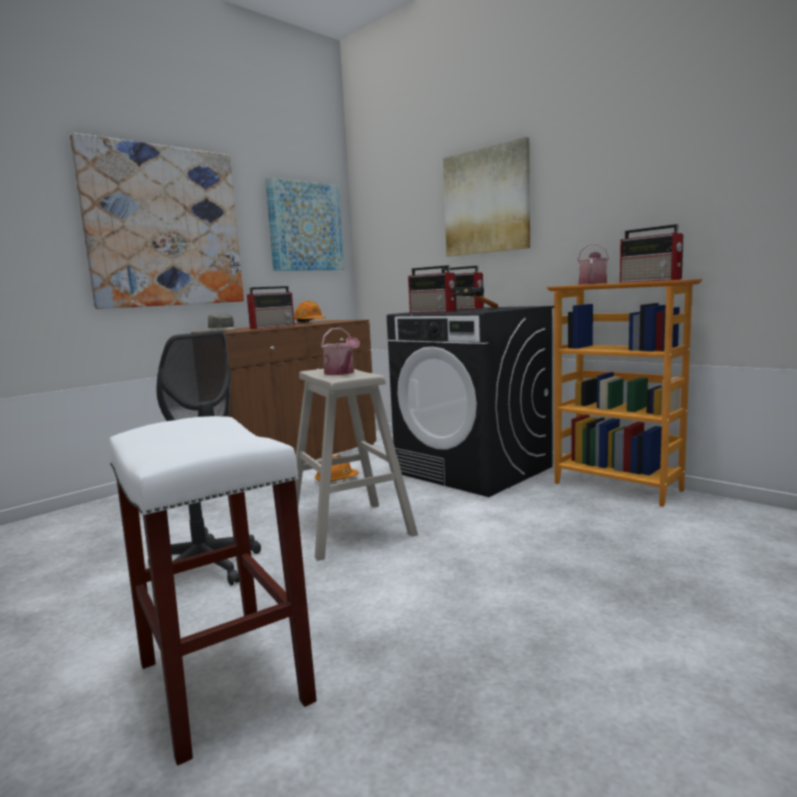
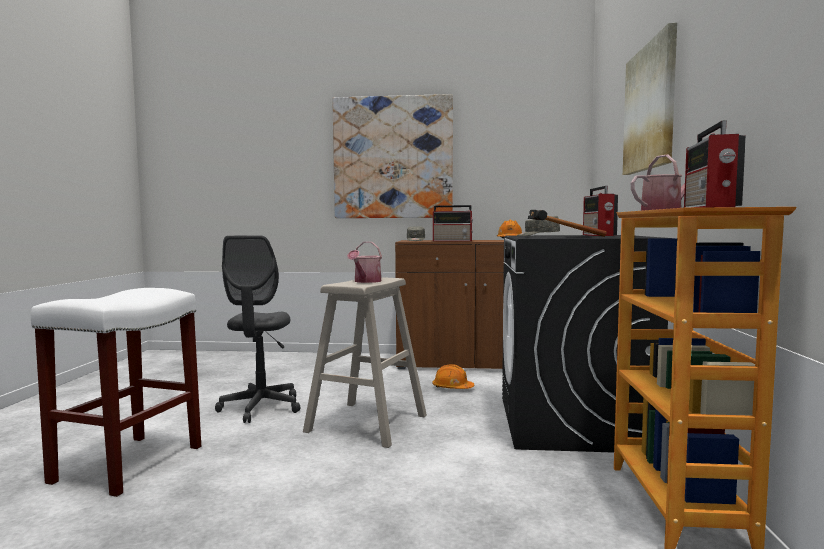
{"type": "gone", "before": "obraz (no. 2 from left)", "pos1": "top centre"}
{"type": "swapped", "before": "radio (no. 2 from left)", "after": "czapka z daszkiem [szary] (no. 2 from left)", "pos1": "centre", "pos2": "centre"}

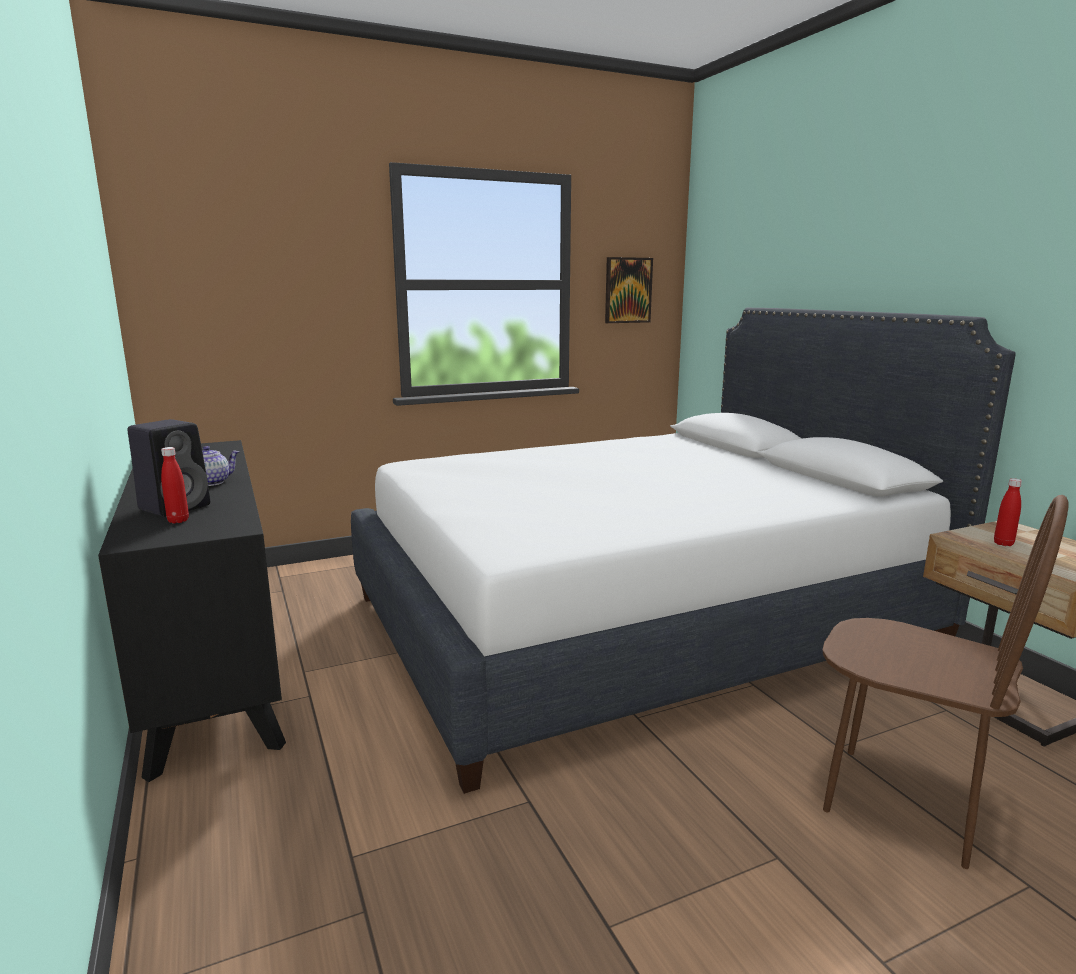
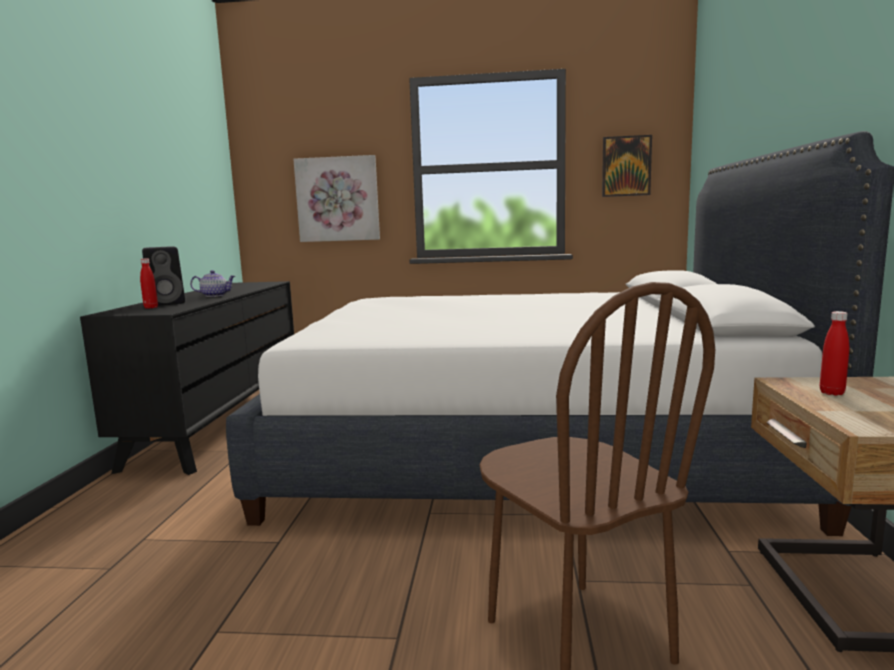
{"type": "new", "after": "obraz (no. 1 from left)", "pos2": "top centre"}

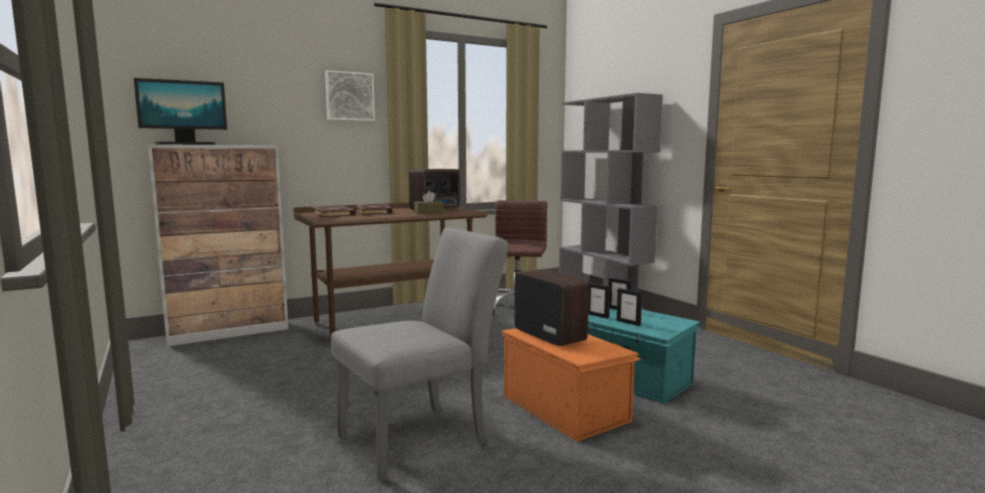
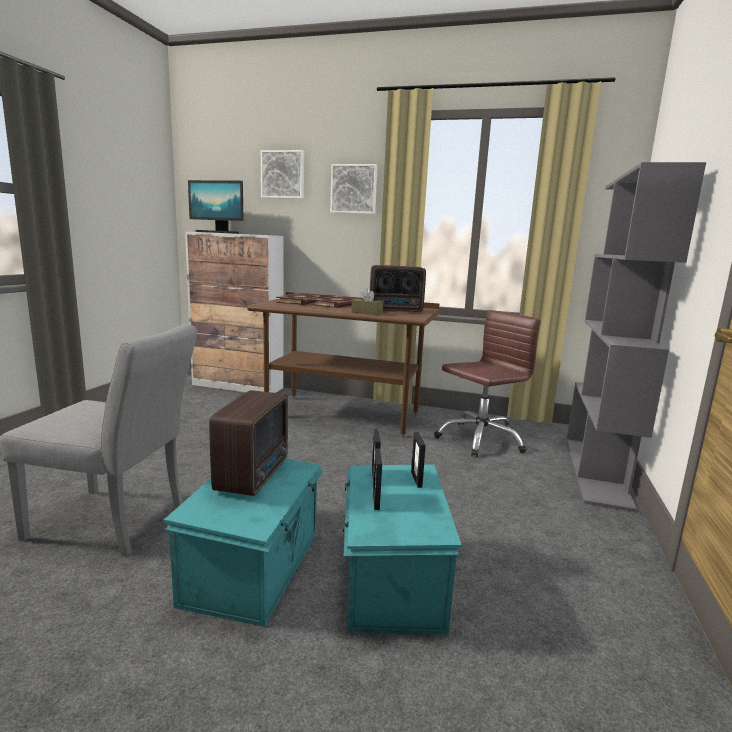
{"type": "repainted", "before": "pojemnik do przechowywania [pomarańczowy]", "after": "pojemnik do przechowywania [turkusowy] (no. 1 from left)", "pos1": "bottom centre", "pos2": "bottom centre"}
{"type": "new", "after": "obraz (no. 1 from left)", "pos2": "top centre"}

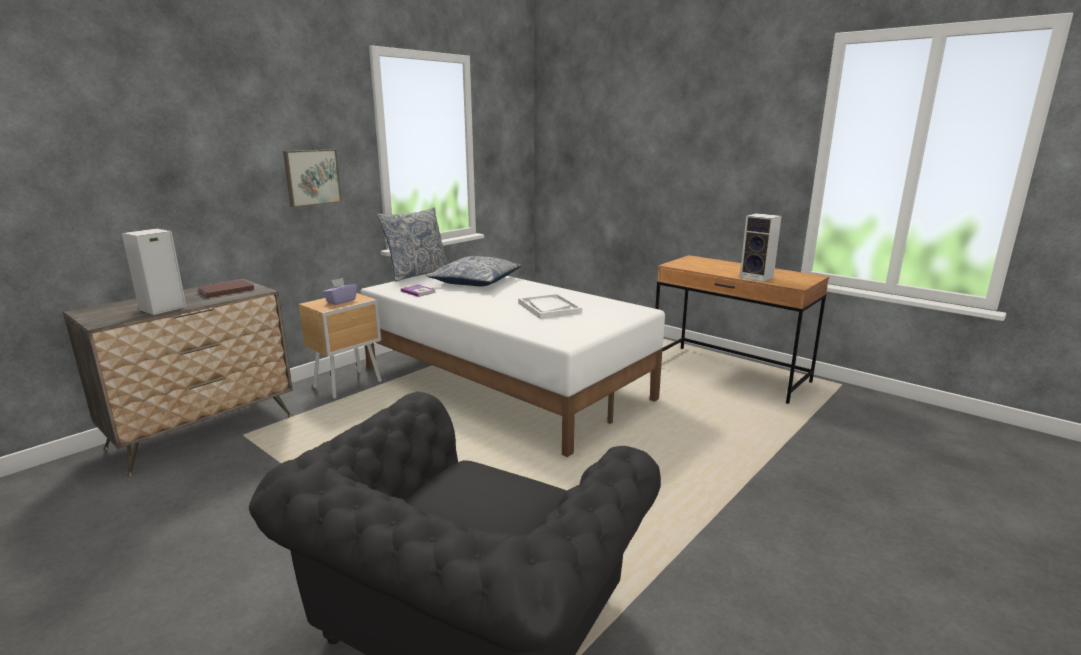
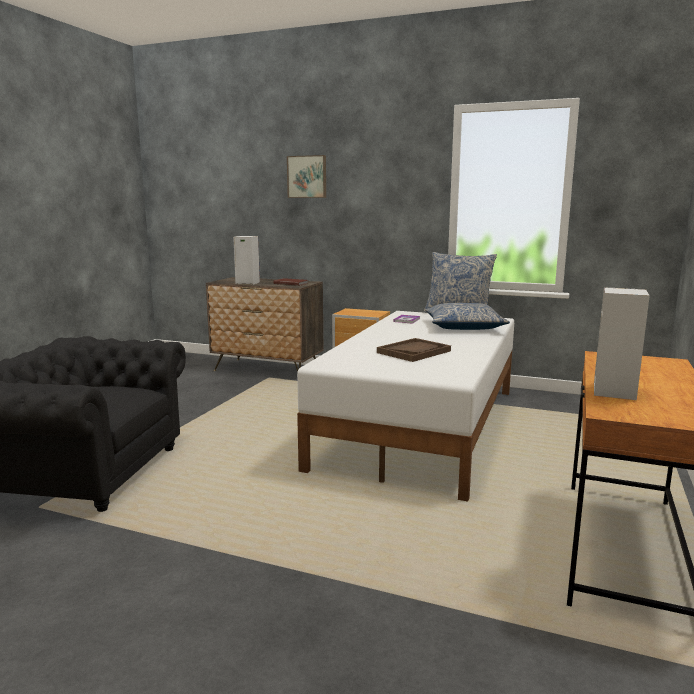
{"type": "shifted", "before": "obraz", "pos1": "top left", "pos2": "top centre"}
{"type": "gone", "before": "pudełko chusteczek [fioletowy]", "pos1": "middle left"}
{"type": "repainted", "before": "taca [biały]", "after": "taca [brązowy]", "pos1": "centre", "pos2": "centre"}

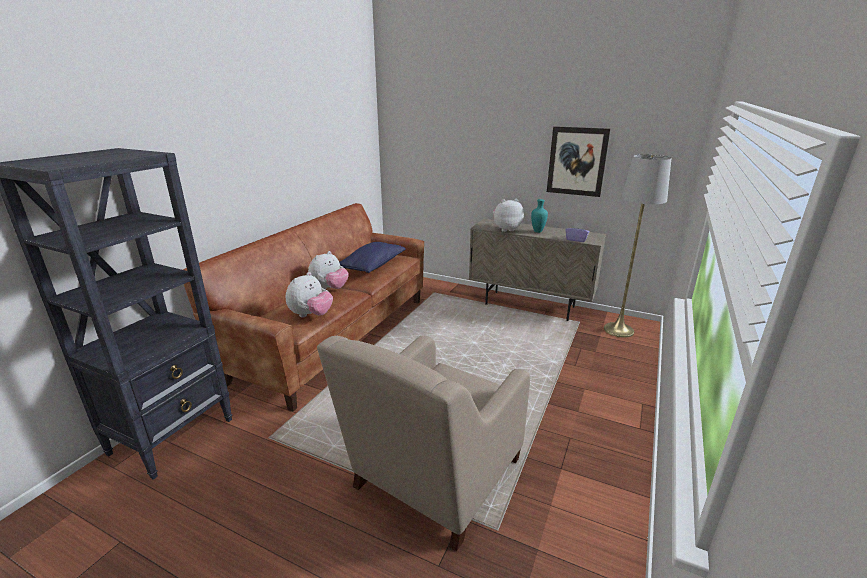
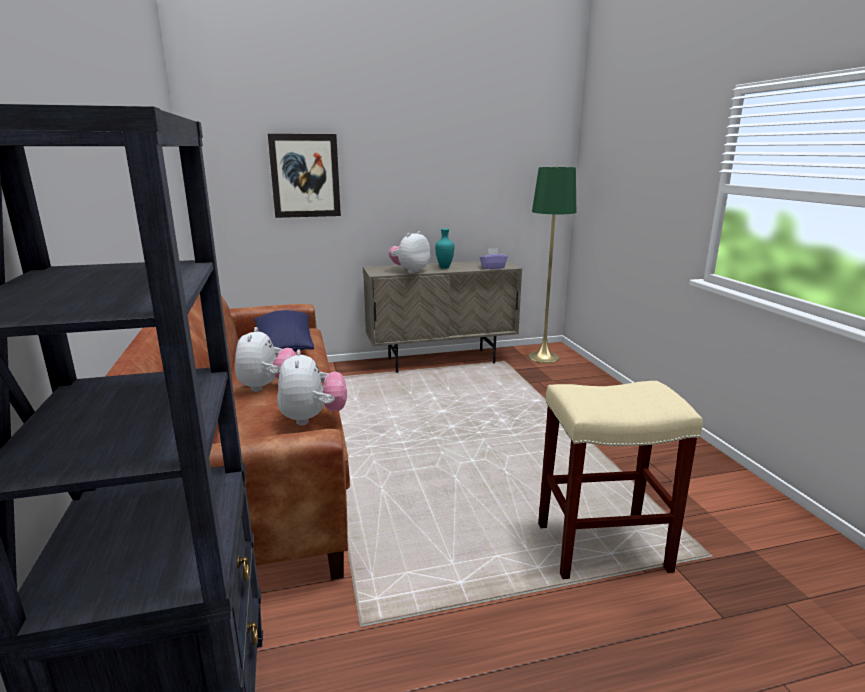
{"type": "shifted", "before": "obraz", "pos1": "top right", "pos2": "top centre"}
{"type": "repainted", "before": "lampa stojąca [szary]", "after": "lampa stojąca [zielony]", "pos1": "middle right", "pos2": "centre"}
{"type": "swapped", "before": "fotel [beżowy]", "after": "stołek [beżowy]", "pos1": "bottom centre", "pos2": "bottom right"}

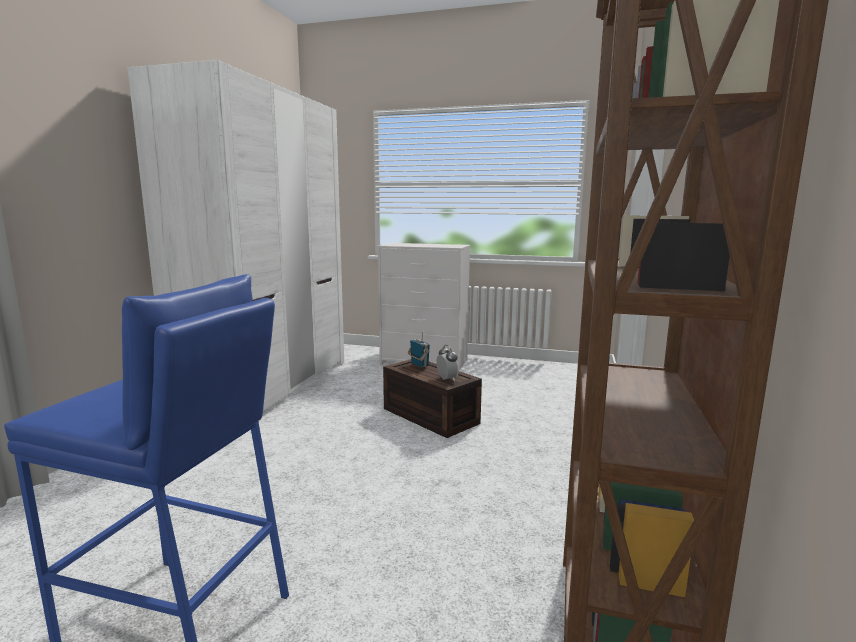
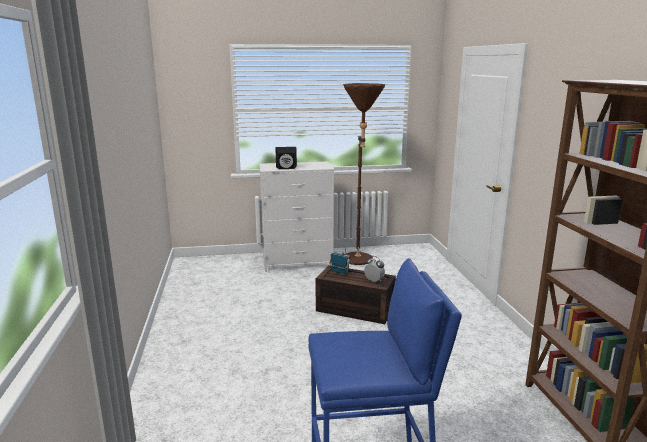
{"type": "gone", "before": "szafa [biały]", "pos1": "middle left"}
{"type": "new", "after": "lampa stojąca [brązowy]", "pos2": "centre"}
{"type": "new", "after": "głośnik [czarny]", "pos2": "centre"}

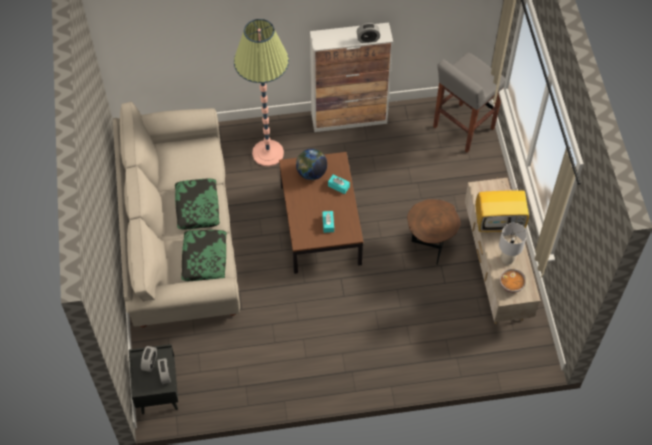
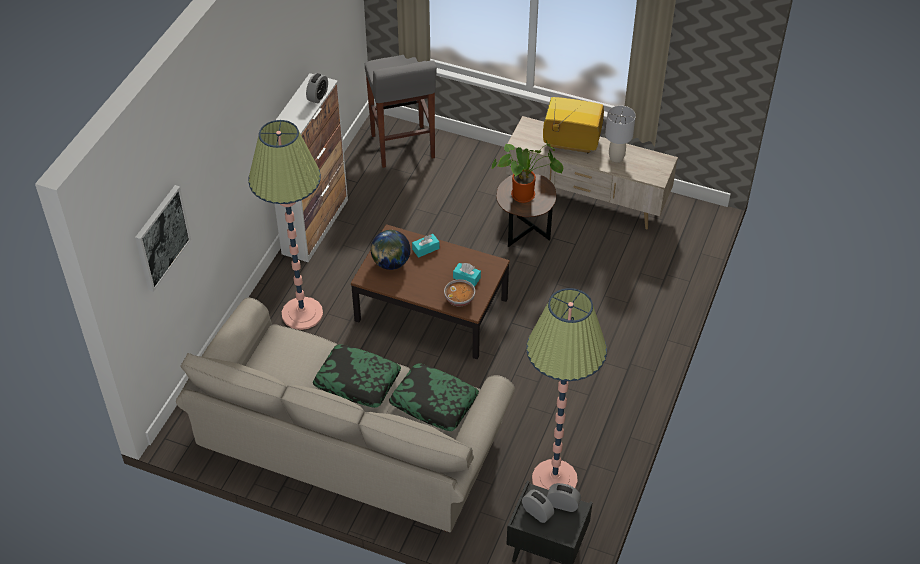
{"type": "rotated", "before": "telewizor", "pos1": "middle right", "pos2": "top centre", "turn": -105}
{"type": "shifted", "before": "miska", "pos1": "middle right", "pos2": "centre"}
{"type": "new", "after": "roślina doniczkowa", "pos2": "top centre"}
{"type": "new", "after": "obraz", "pos2": "middle left"}
{"type": "new", "after": "lampa stojąca (no. 2 from left)", "pos2": "bottom centre"}

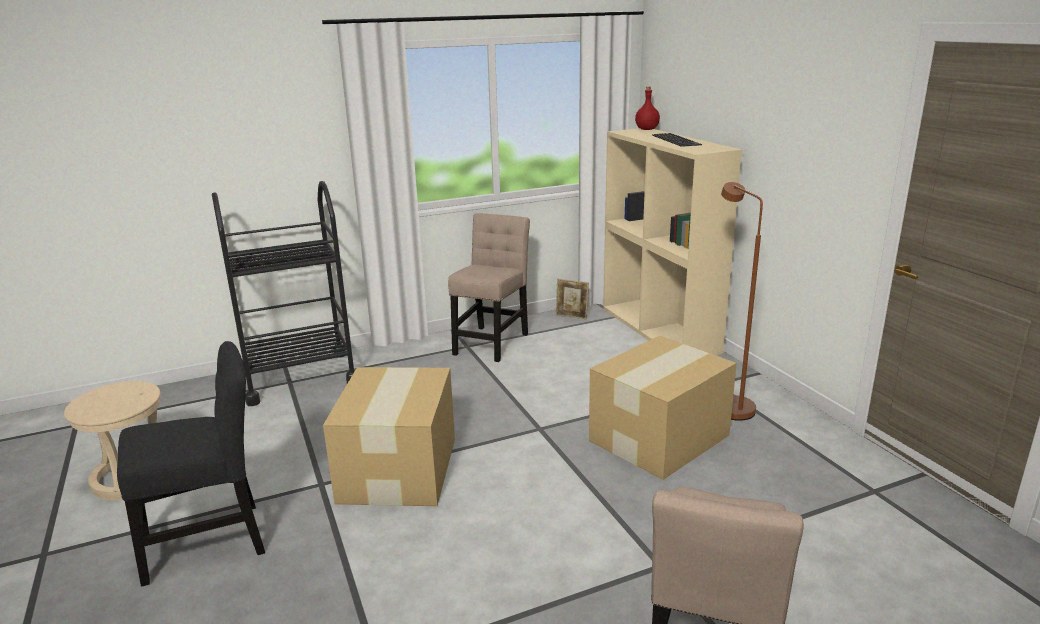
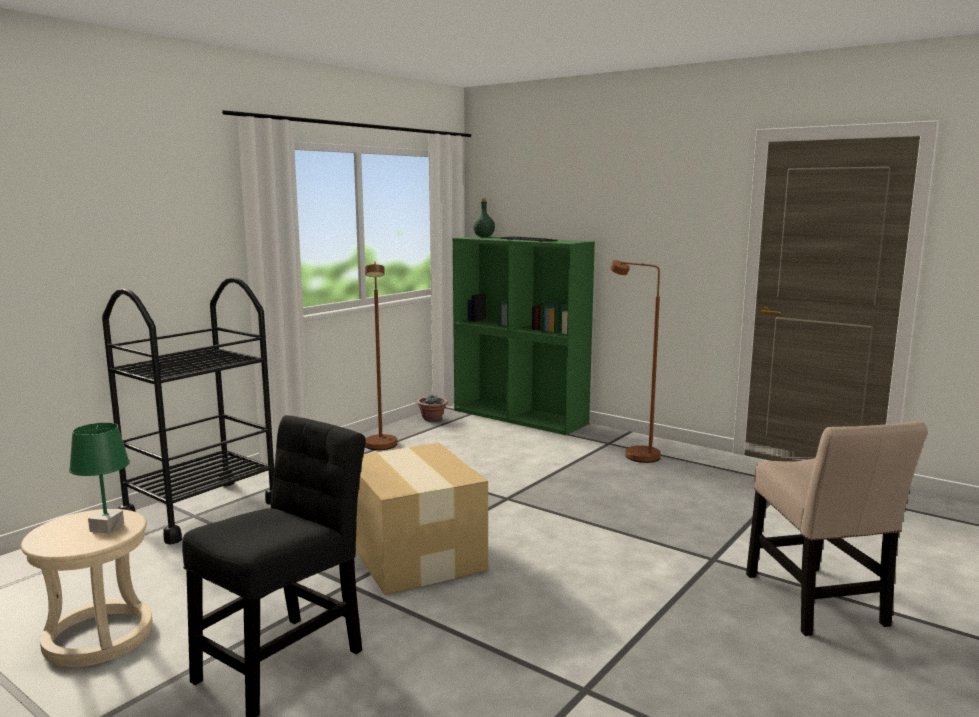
{"type": "repainted", "before": "butelka [czerwony]", "after": "butelka [zielony]", "pos1": "top centre", "pos2": "top centre"}
{"type": "repainted", "before": "regał [beżowy]", "after": "regał [zielony]", "pos1": "centre", "pos2": "centre"}
{"type": "swapped", "before": "krzesło [beżowy] (no. 1 from left)", "after": "lampa stojąca [brązowy] (no. 1 from left)", "pos1": "centre", "pos2": "centre"}
{"type": "swapped", "before": "ramka na zdjęcie", "after": "roślina doniczkowa", "pos1": "centre", "pos2": "centre"}
{"type": "gone", "before": "karton (no. 2 from left)", "pos1": "centre"}
{"type": "new", "after": "lampa stołowa [zielony]", "pos2": "bottom left"}

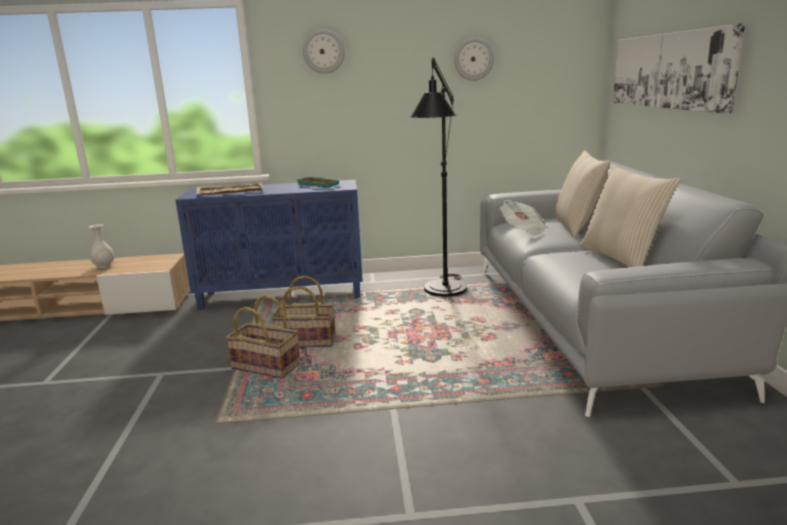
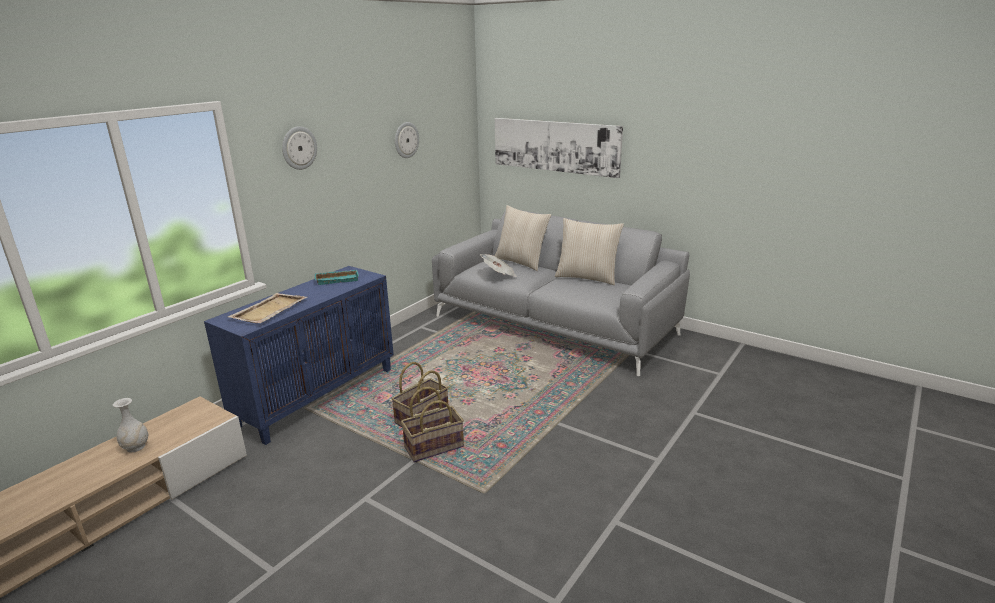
{"type": "gone", "before": "lampa stojąca [czarny]", "pos1": "centre"}

